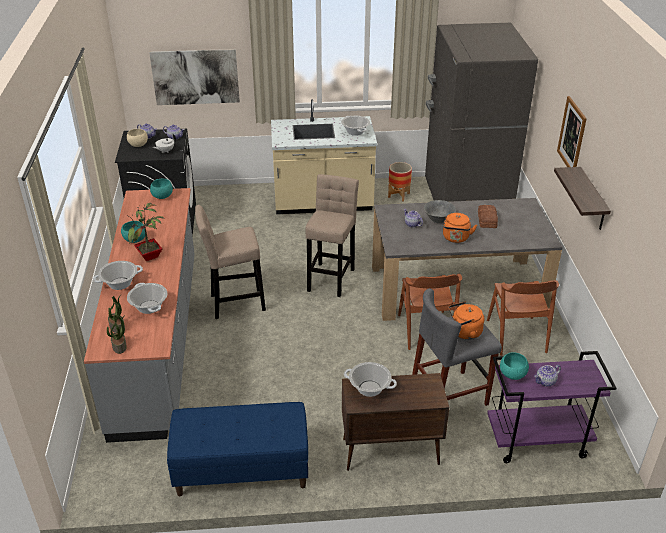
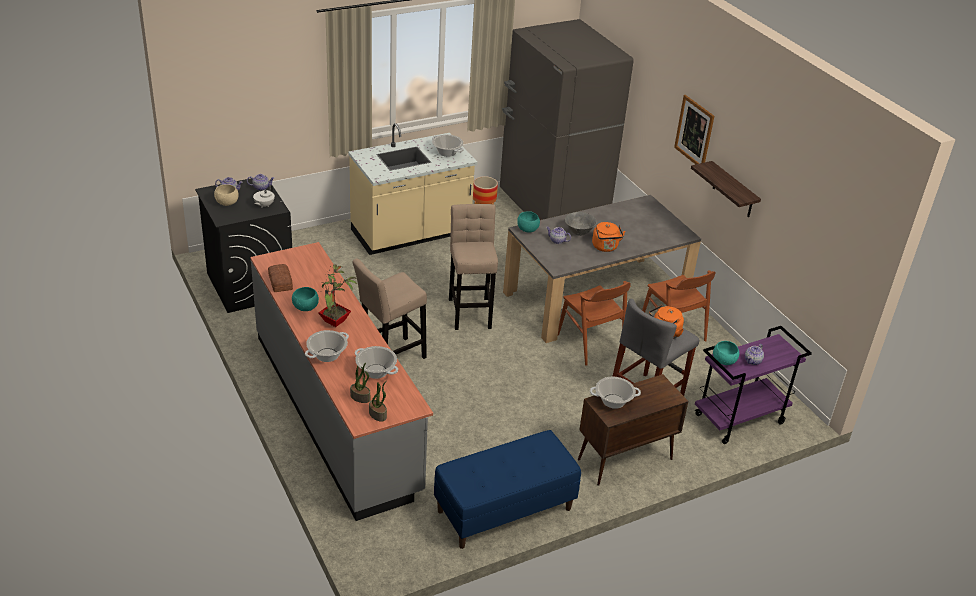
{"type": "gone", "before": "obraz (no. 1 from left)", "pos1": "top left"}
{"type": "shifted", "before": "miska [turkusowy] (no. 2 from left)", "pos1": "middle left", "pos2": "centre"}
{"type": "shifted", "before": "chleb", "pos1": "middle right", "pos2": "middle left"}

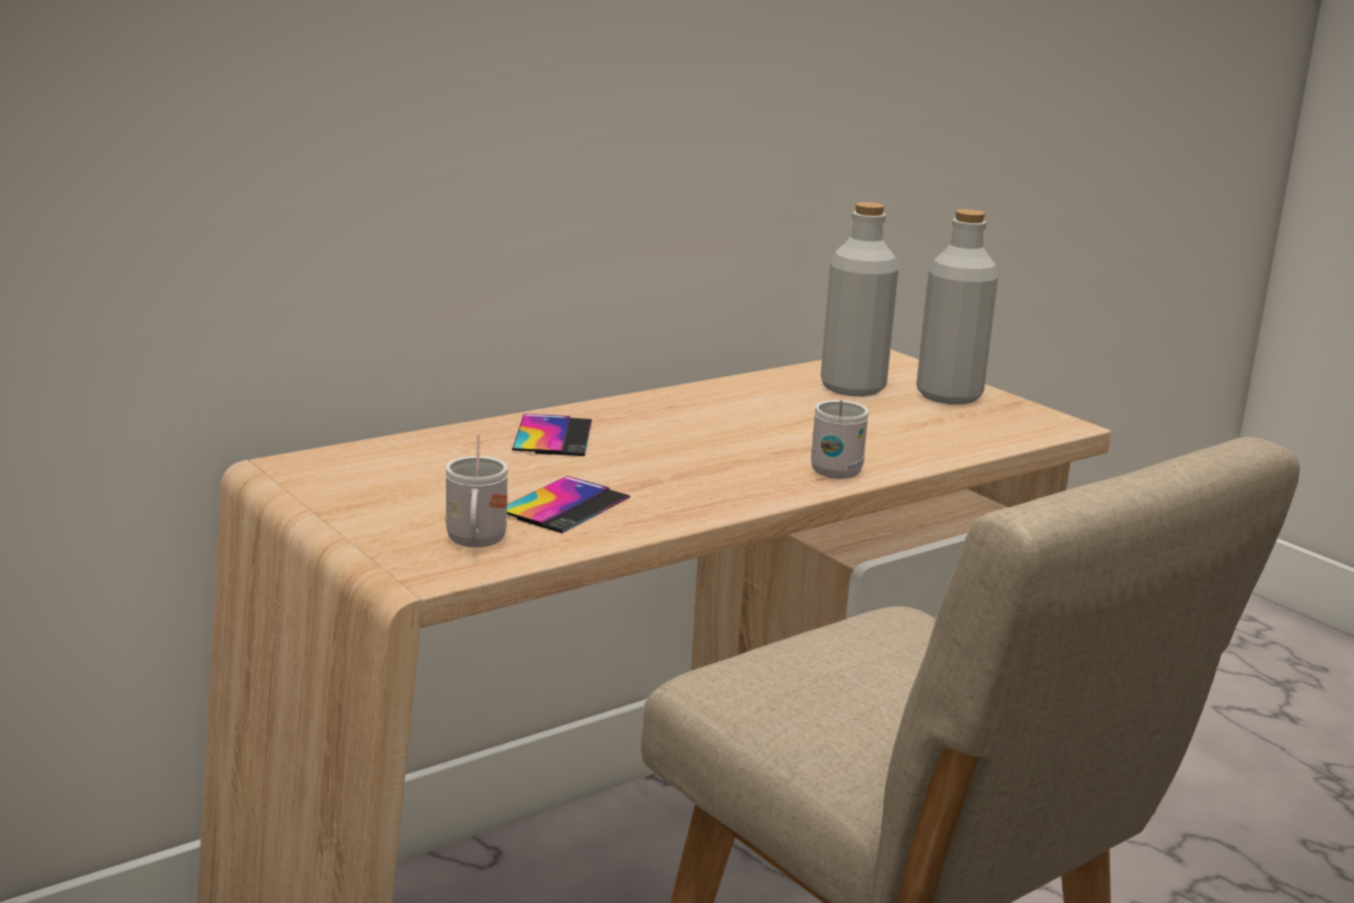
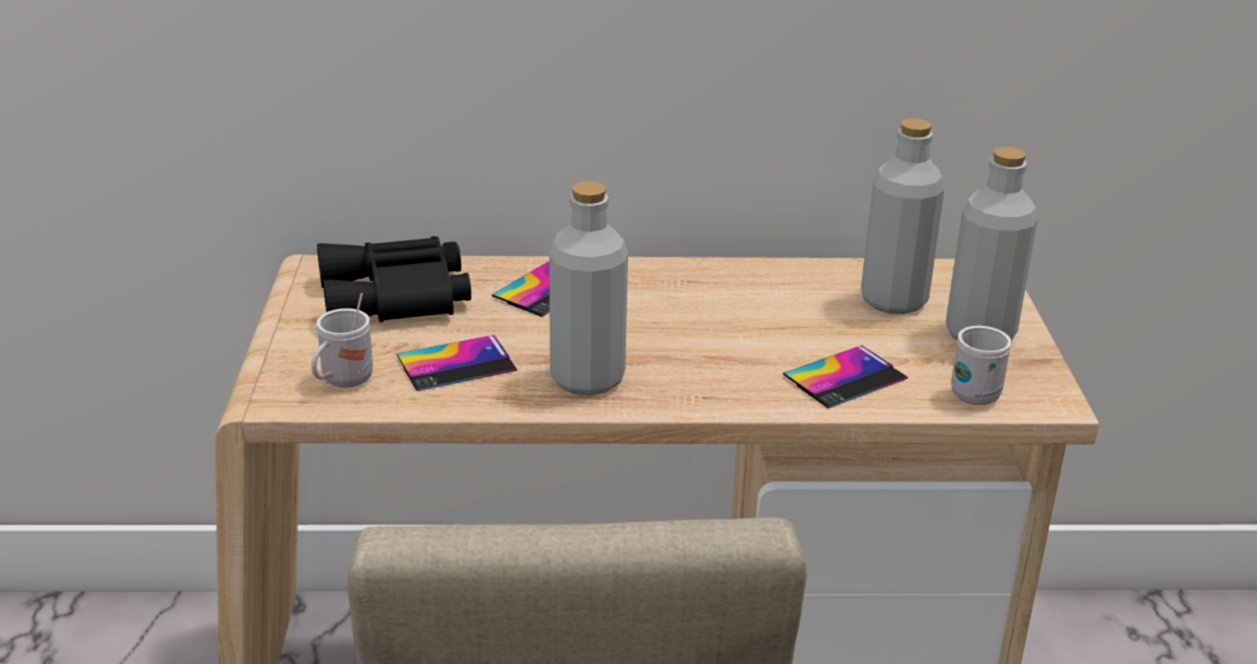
{"type": "shifted", "before": "kubek [biały] (no. 2 from left)", "pos1": "centre", "pos2": "middle right"}
{"type": "new", "after": "butelka [szary] (no. 1 from left)", "pos2": "centre"}
{"type": "new", "after": "lornetka [czarny]", "pos2": "middle left"}
{"type": "new", "after": "telefon (no. 3 from left)", "pos2": "middle right"}

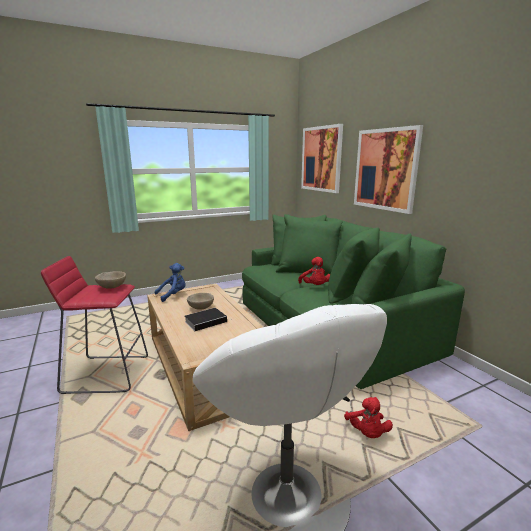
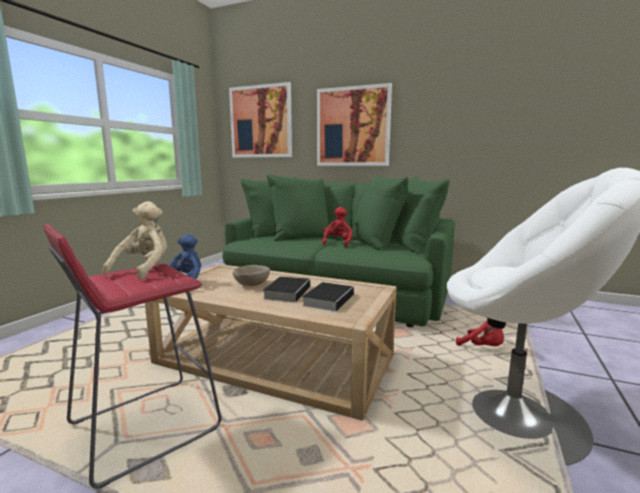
{"type": "rotated", "before": "pluszak [czerwony] (no. 1 from left)", "pos1": "centre", "pos2": "centre", "turn": -105}
{"type": "swapped", "before": "miska [beżowy] (no. 1 from left)", "after": "pluszak [beżowy]", "pos1": "middle left", "pos2": "middle left"}
{"type": "new", "after": "książka (no. 2 from left)", "pos2": "centre"}

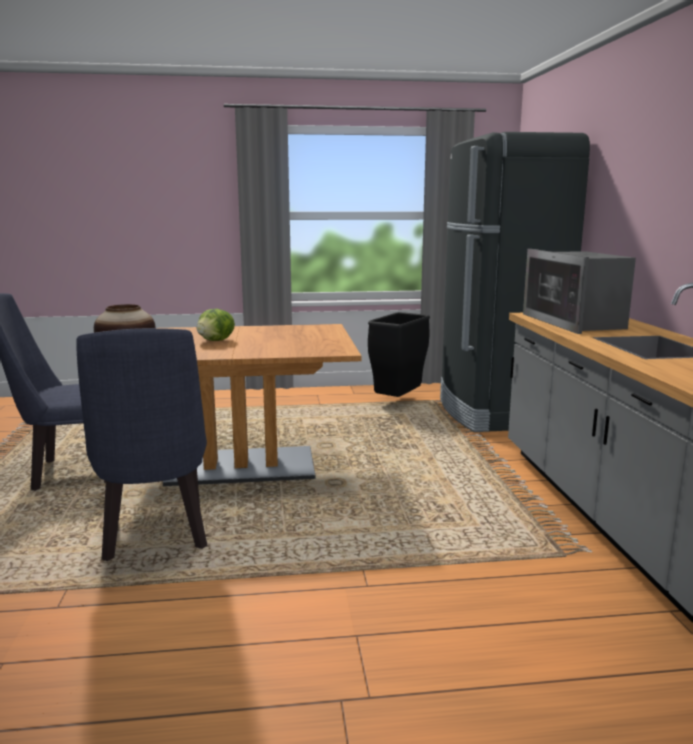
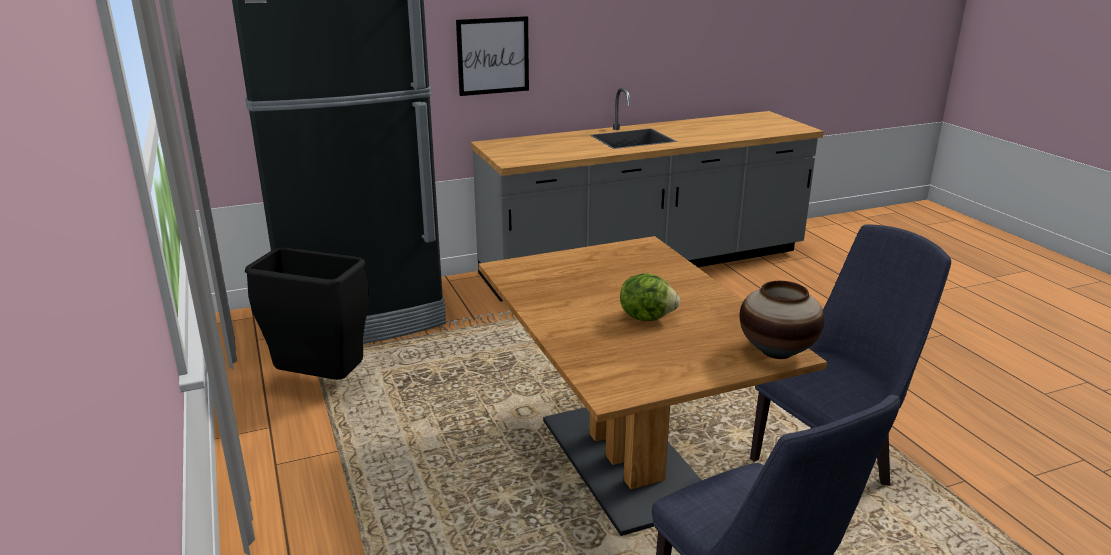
{"type": "gone", "before": "mikrofalówka", "pos1": "middle right"}
{"type": "new", "after": "obraz", "pos2": "top centre"}

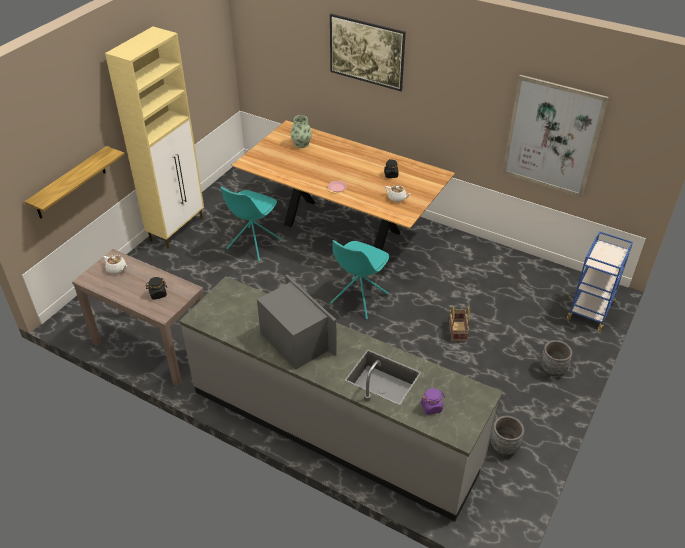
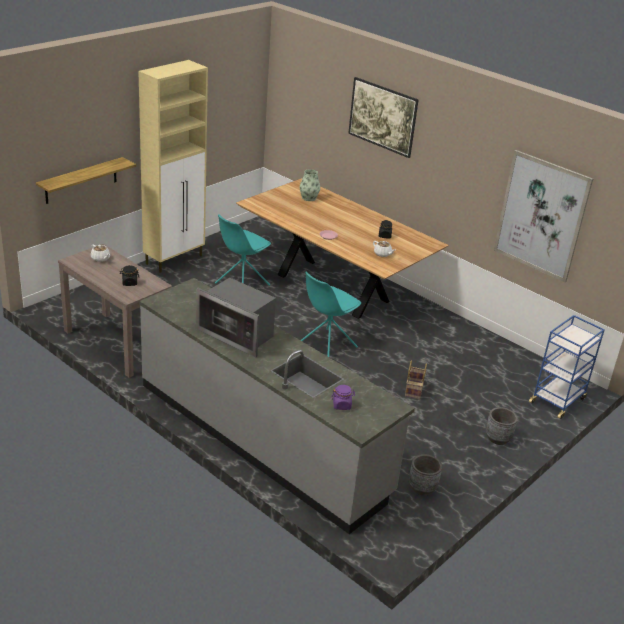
{"type": "rotated", "before": "mikrofalówka", "pos1": "centre", "pos2": "centre", "turn": 150}

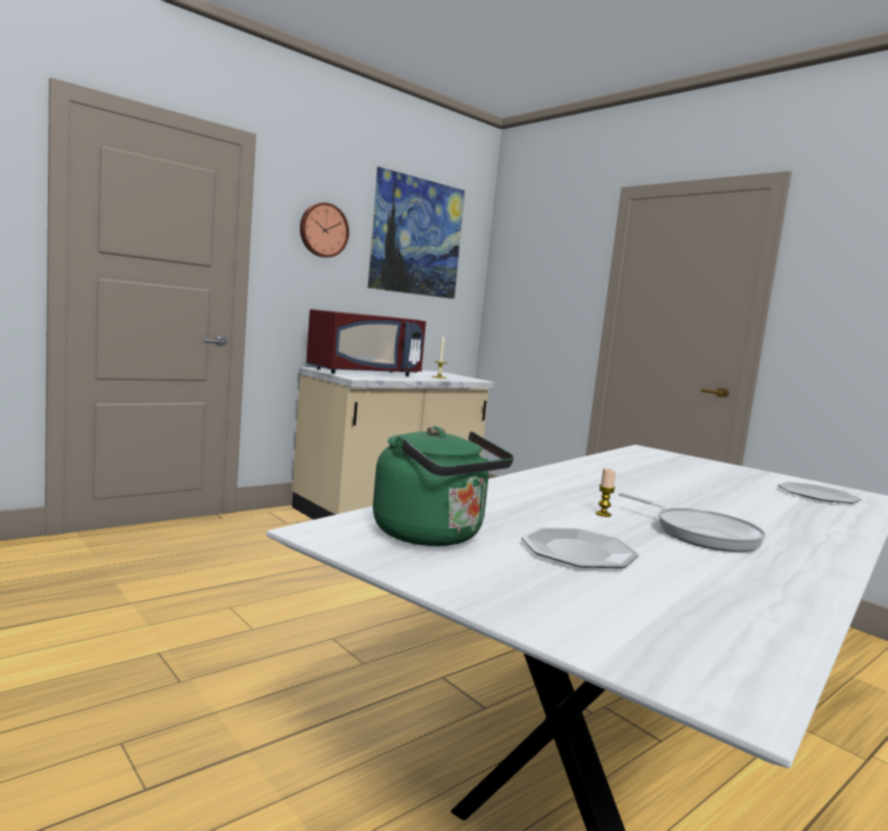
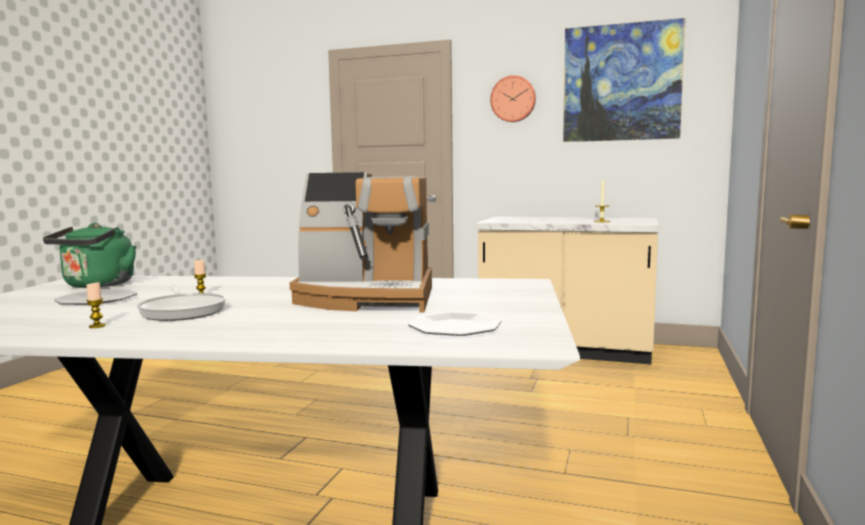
{"type": "gone", "before": "mikrofalówka [czerwony]", "pos1": "centre"}
{"type": "rotated", "before": "patelnia", "pos1": "middle right", "pos2": "middle left", "turn": -45}
{"type": "new", "after": "ekspres do kawy", "pos2": "centre"}
{"type": "new", "after": "świeca (no. 1 from left)", "pos2": "middle left"}

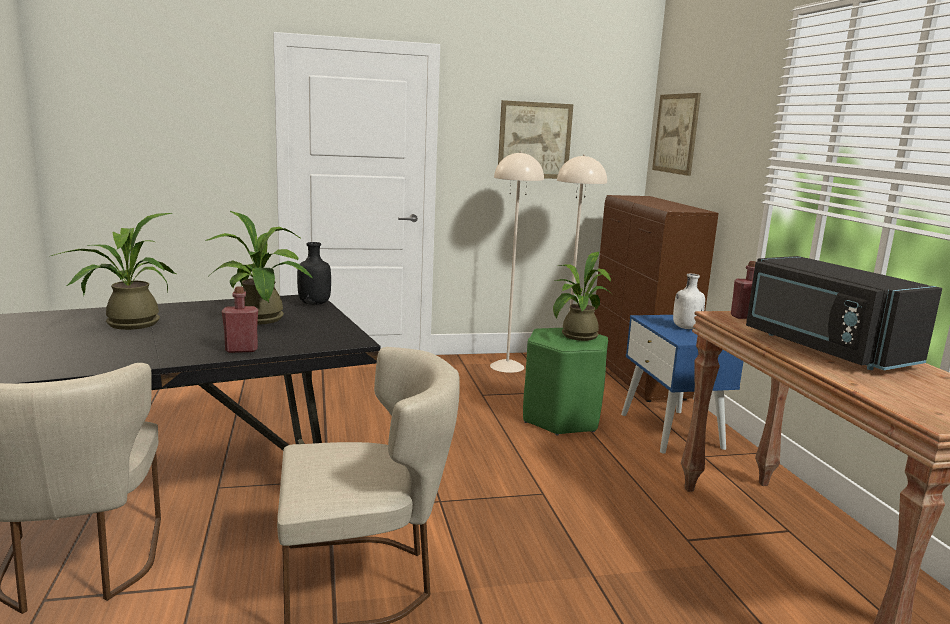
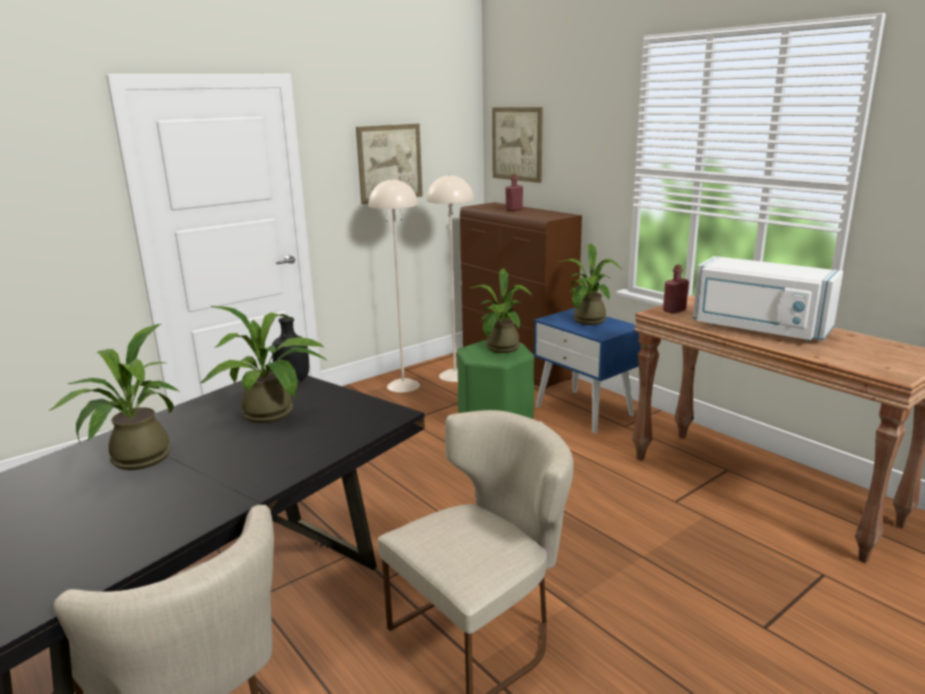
{"type": "repainted", "before": "mikrofalówka [czarny]", "after": "mikrofalówka [biały]", "pos1": "middle right", "pos2": "middle right"}
{"type": "swapped", "before": "butelka [biały]", "after": "roślina doniczkowa (no. 4 from left)", "pos1": "middle right", "pos2": "centre"}
{"type": "shifted", "before": "butelka [czerwony] (no. 1 from left)", "pos1": "middle left", "pos2": "top centre"}

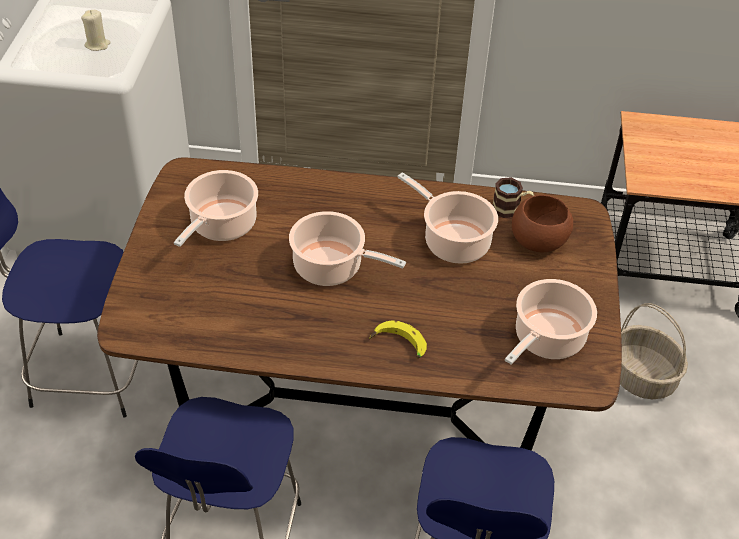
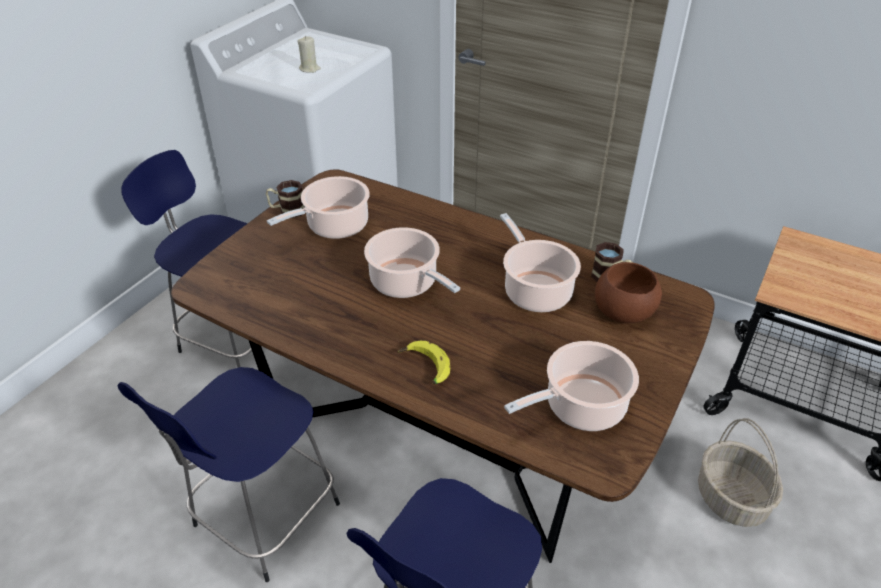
{"type": "new", "after": "kubek (no. 1 from left)", "pos2": "middle left"}

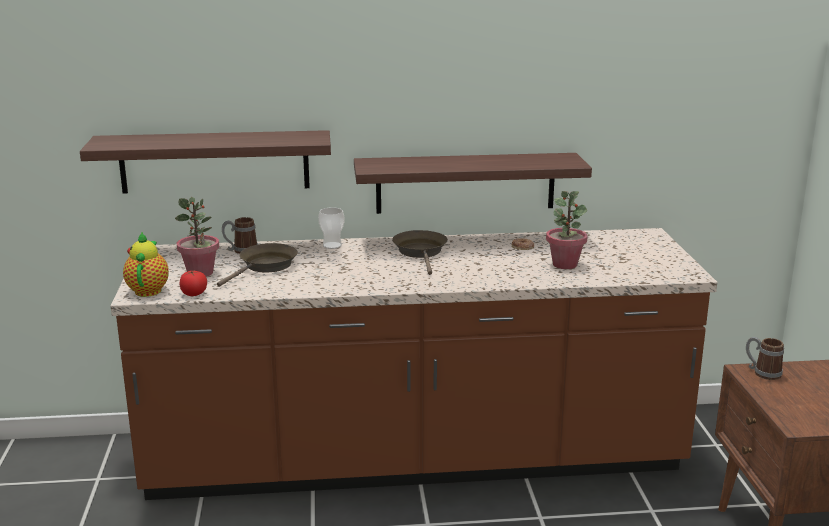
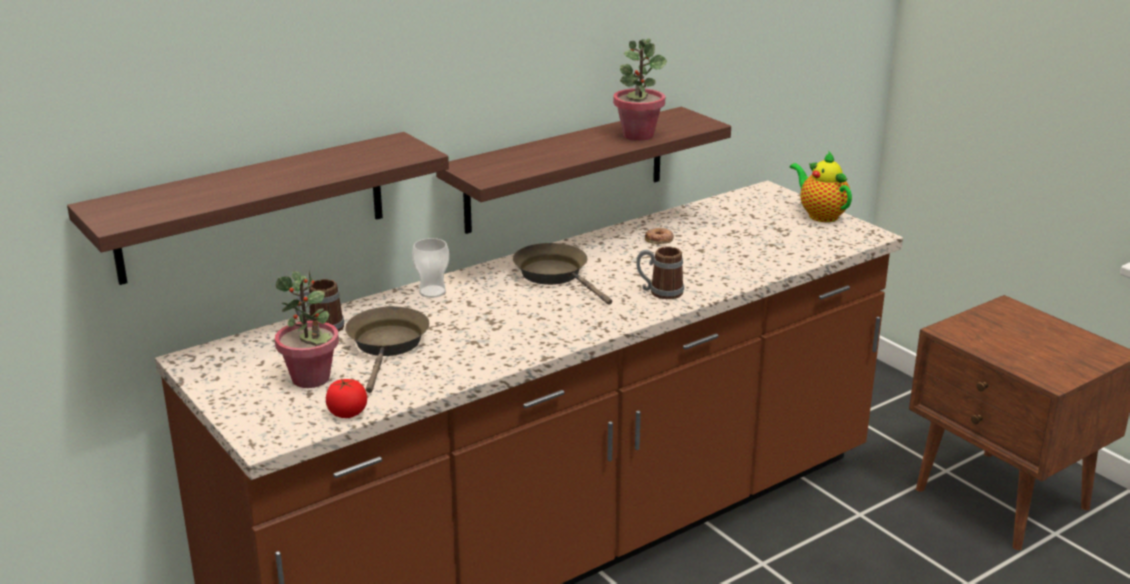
{"type": "shifted", "before": "roślina doniczkowa (no. 2 from left)", "pos1": "middle right", "pos2": "top centre"}
{"type": "shifted", "before": "imbryk", "pos1": "middle left", "pos2": "top right"}
{"type": "shifted", "before": "kubek (no. 2 from left)", "pos1": "bottom right", "pos2": "centre"}

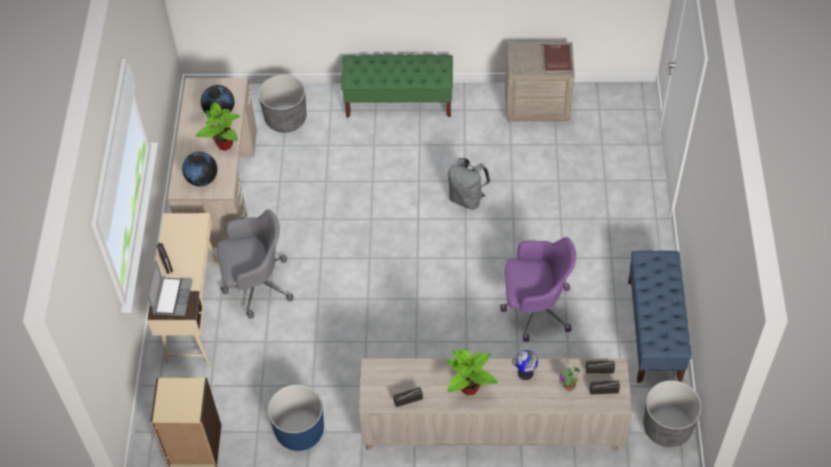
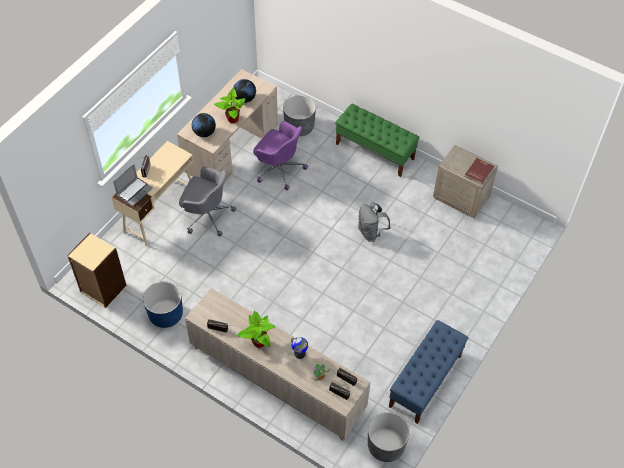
{"type": "shifted", "before": "krzesło biurowe [fioletowy]", "pos1": "centre", "pos2": "top centre"}

